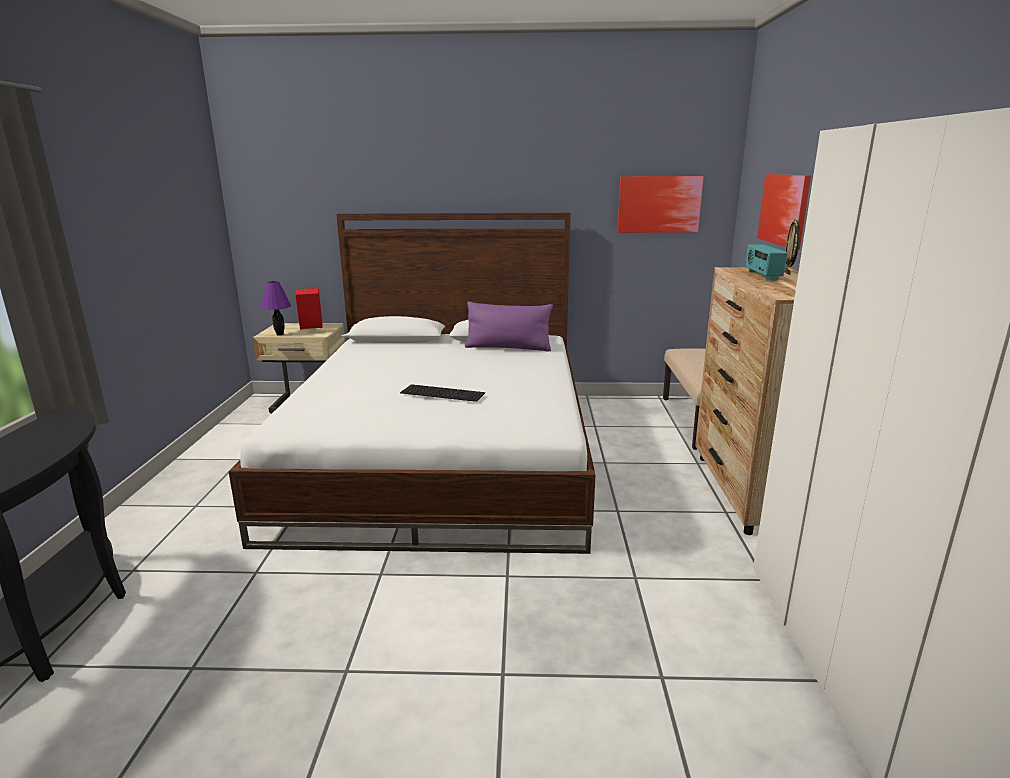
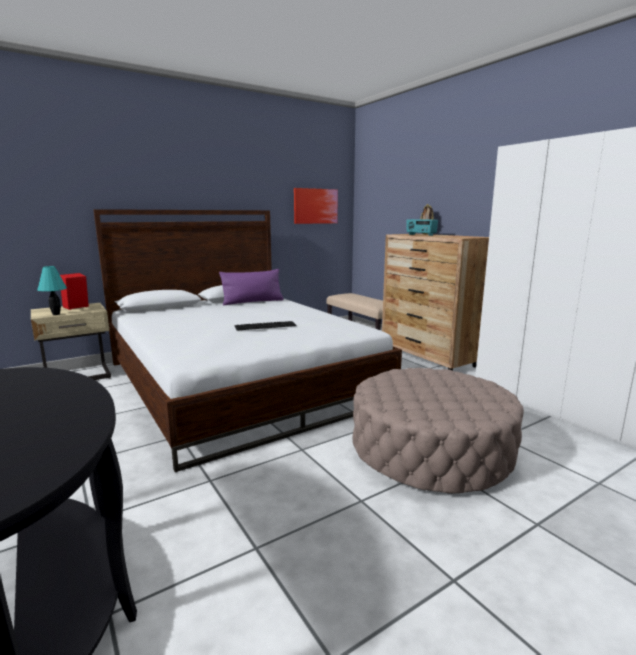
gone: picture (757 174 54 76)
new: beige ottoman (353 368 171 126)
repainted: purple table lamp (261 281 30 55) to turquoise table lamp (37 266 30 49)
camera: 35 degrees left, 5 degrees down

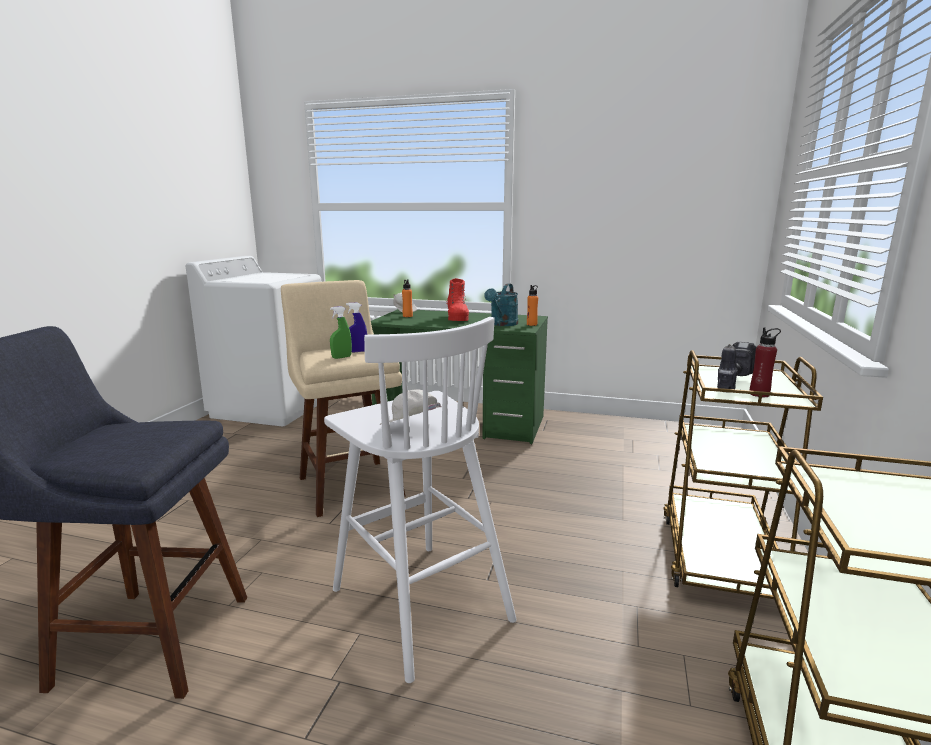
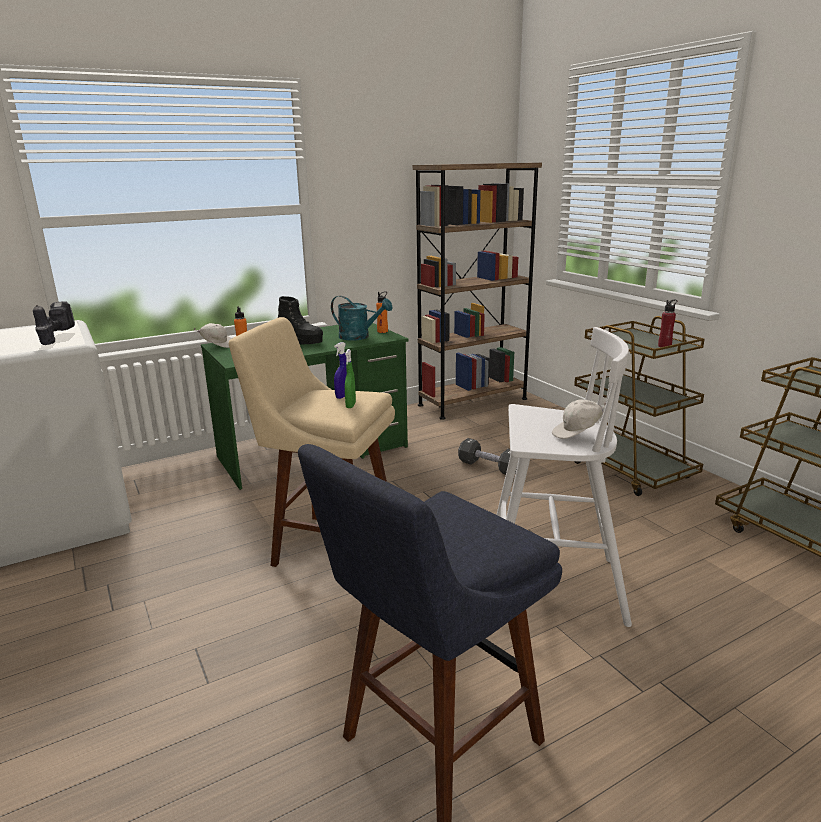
new: brown bookcase (413 163 129 257); black dumbbell (458 438 59 37)
shifted: power drill (717 341 39 48) to (33 301 42 44)
repainted: red boot (446 278 23 43) to black boot (278 296 45 49)
rotated: turquoise watering can (484 283 34 43) = (331 296 62 44) 45 degrees counterclockwise
camera: 45 degrees left, 5 degrees up

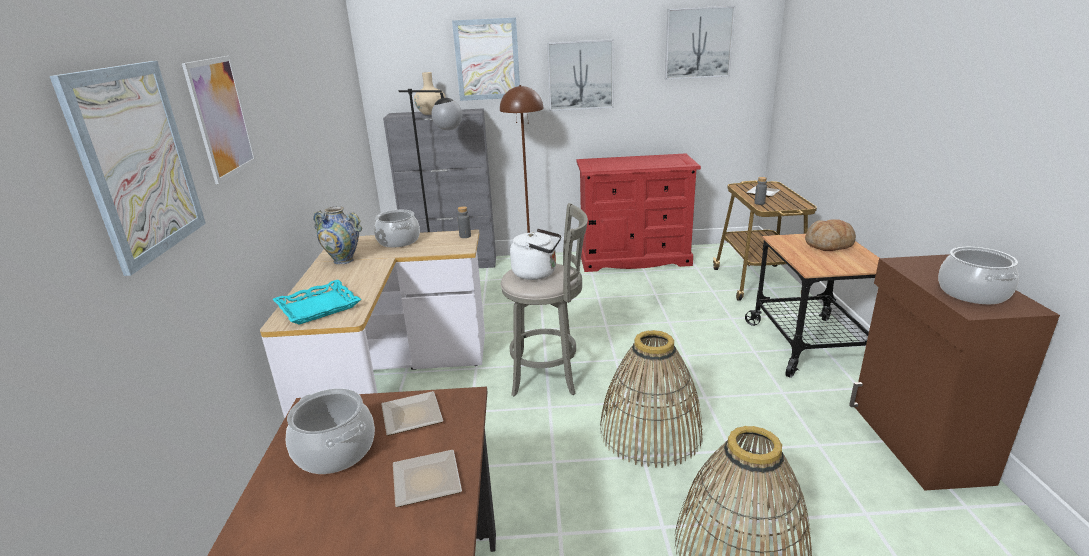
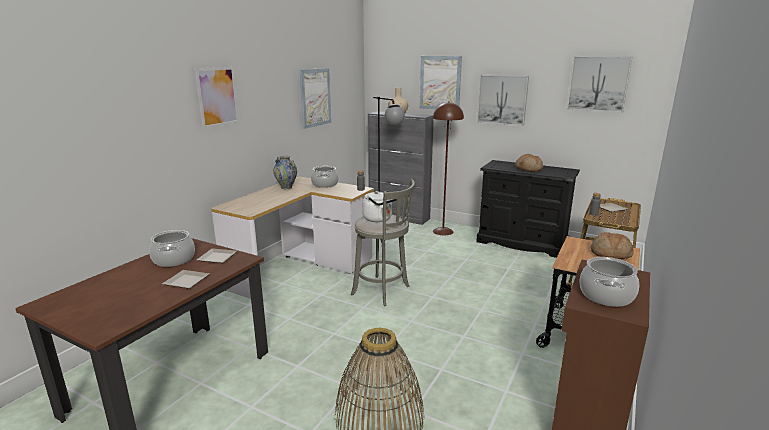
gone: turquoise tray (273 280 88 45); basket (600 330 103 138)
new: bread (515 154 28 18)
shifted: picture (50 61 156 215) to (300 68 31 61)
repainted: red dresser (576 153 125 119) to black dresser (476 160 104 98)
camera: 30 degrees right, 5 degrees down

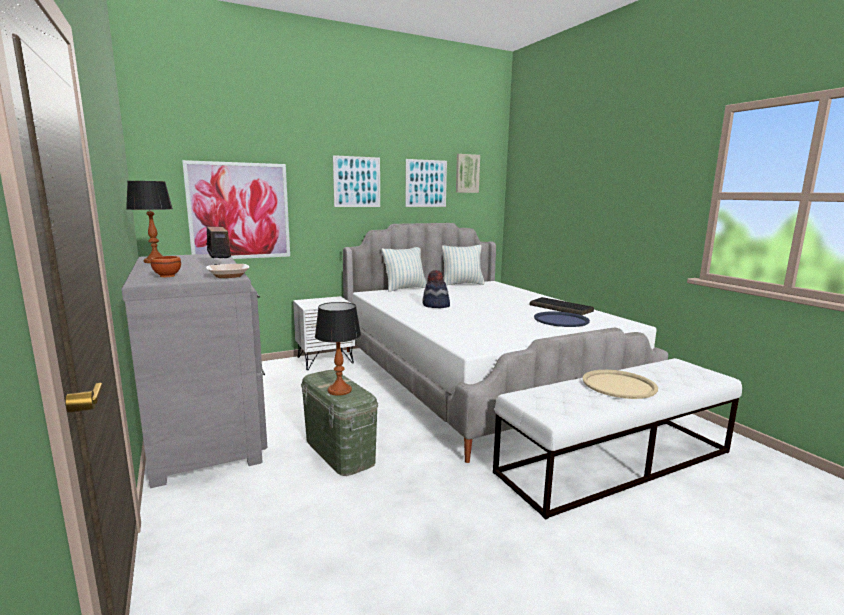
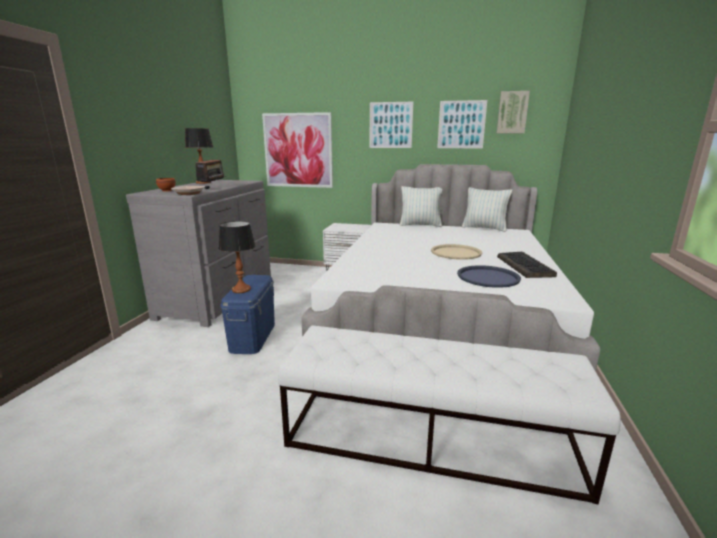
gone: hat (422 270 28 38)
shifted: beige tray (583 370 75 29) to (431 244 51 16)
repainted: green storage box (301 370 77 106) to blue storage box (220 275 55 79)
camera: 40 degrees right, 5 degrees up

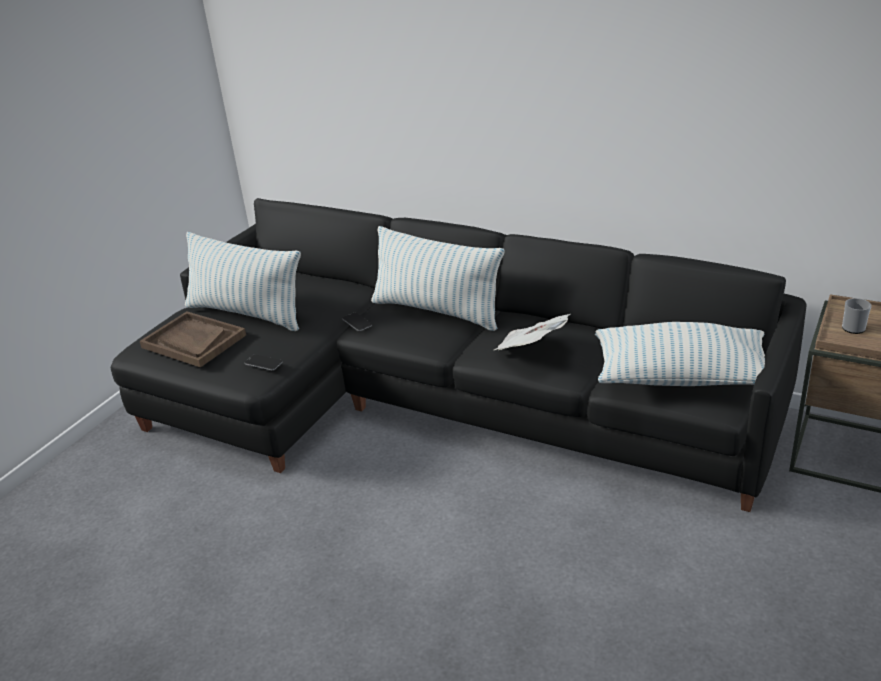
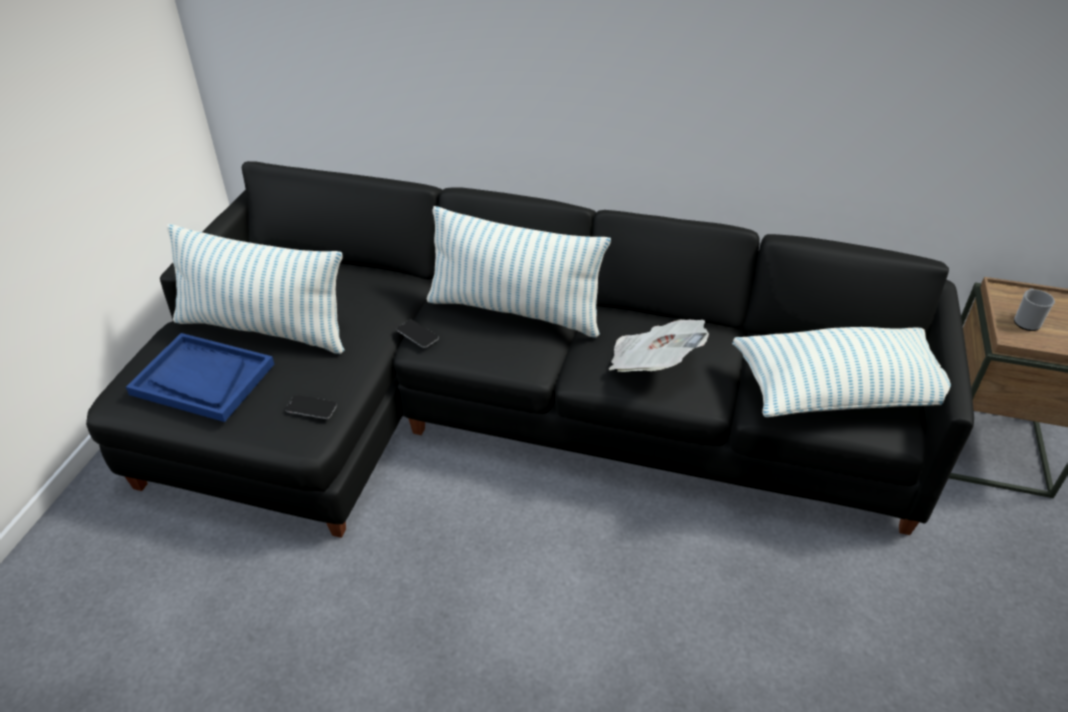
repainted: brown tray (140 311 106 57) to blue tray (126 333 148 89)
camera: 15 degrees left, 10 degrees up

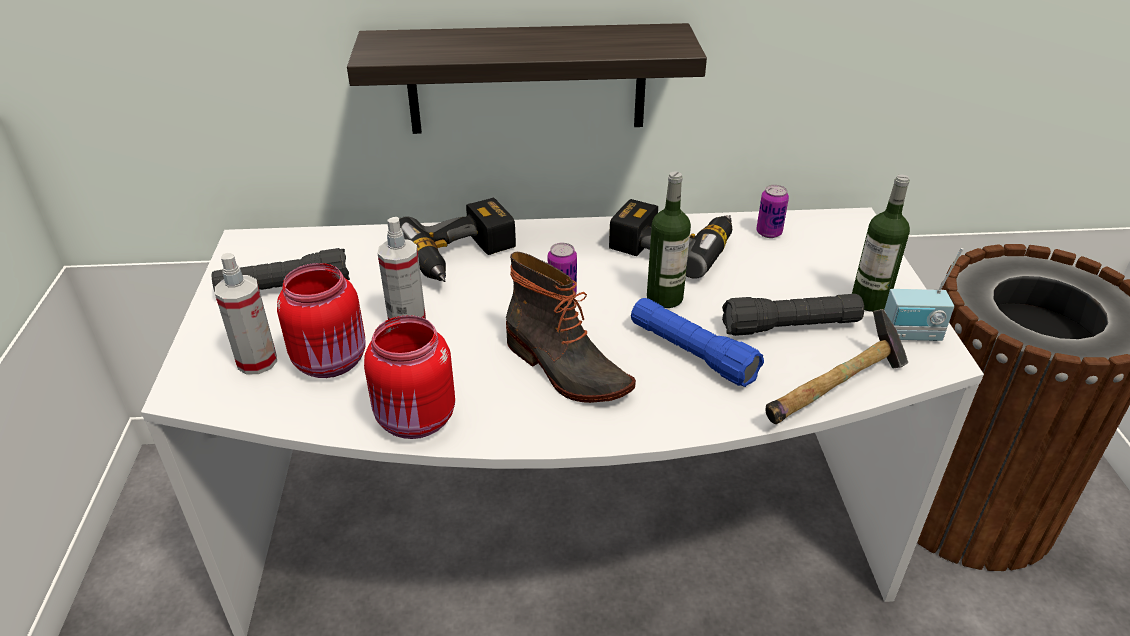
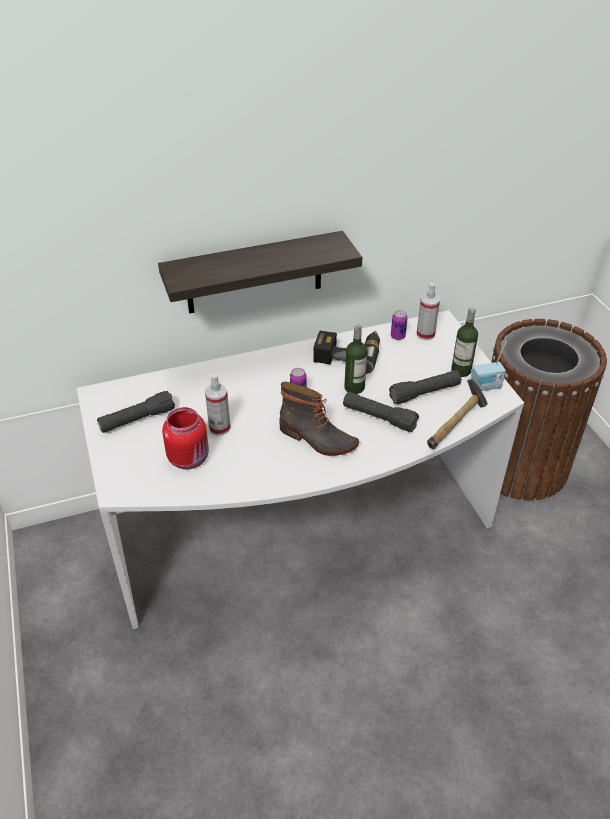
gone: power drill (399 198 117 84); red jar (364 315 91 124)
shifted: spray bottle (215 253 62 121) to (417 283 23 57)
repainted: blue flashlight (631 298 133 89) to black flashlight (343 392 76 40)
camera: 15 degrees left, 5 degrees up

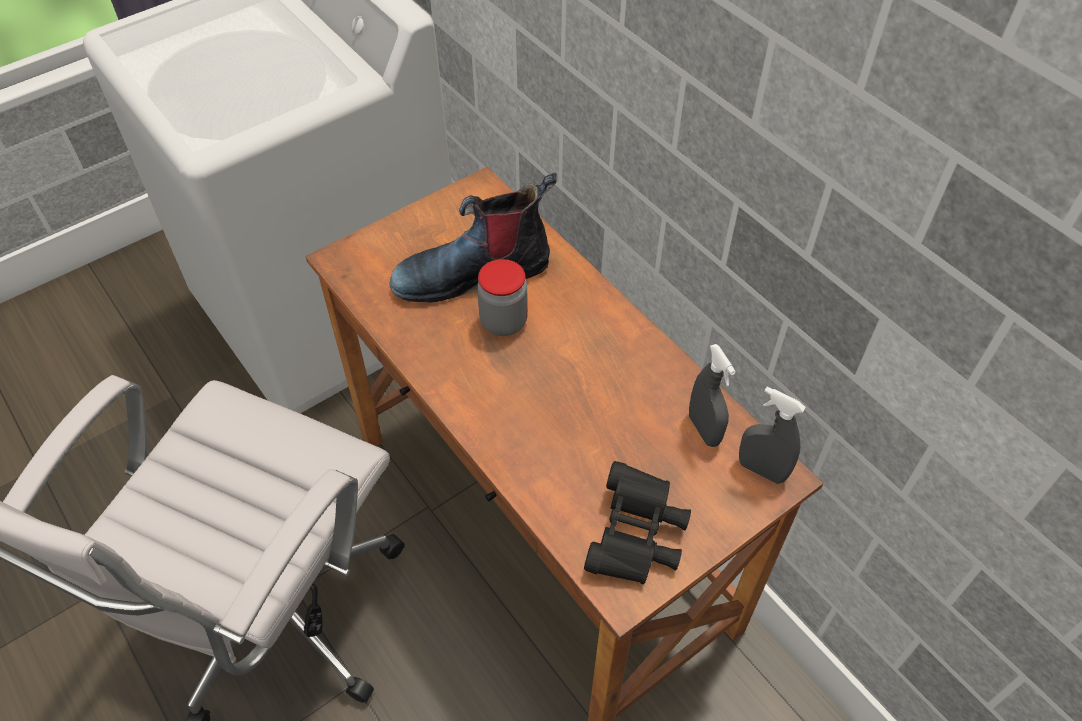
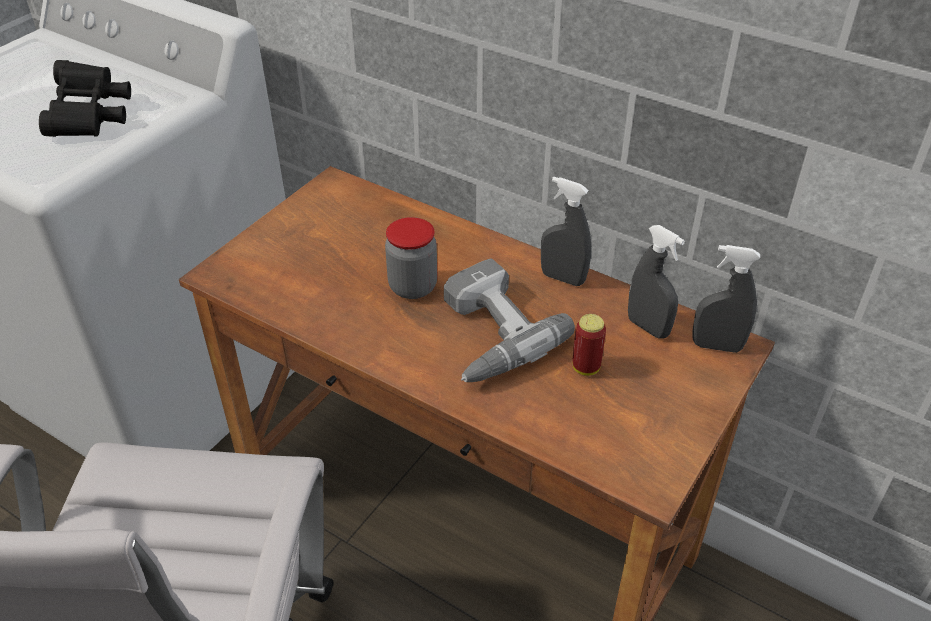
gone: boot (389 173 168 130)
new: grey spray bottle (541 176 50 110); power drill (444 259 131 123); can (572 314 34 62)
shifted: black binoculars (584 461 107 123) to (39 60 92 77)
camera: 20 degrees left, 10 degrees down

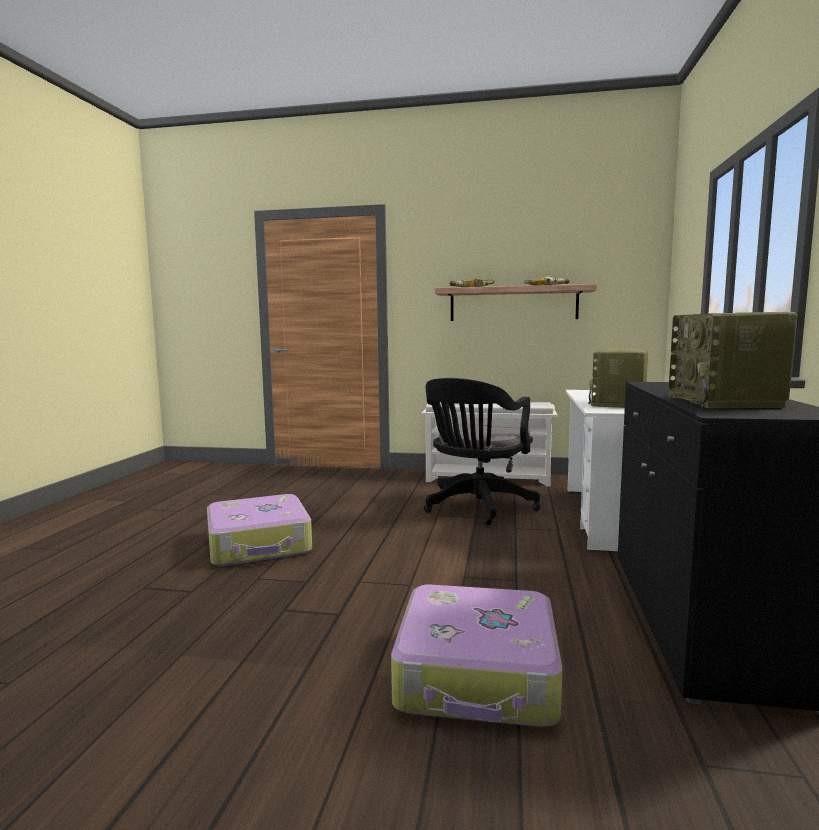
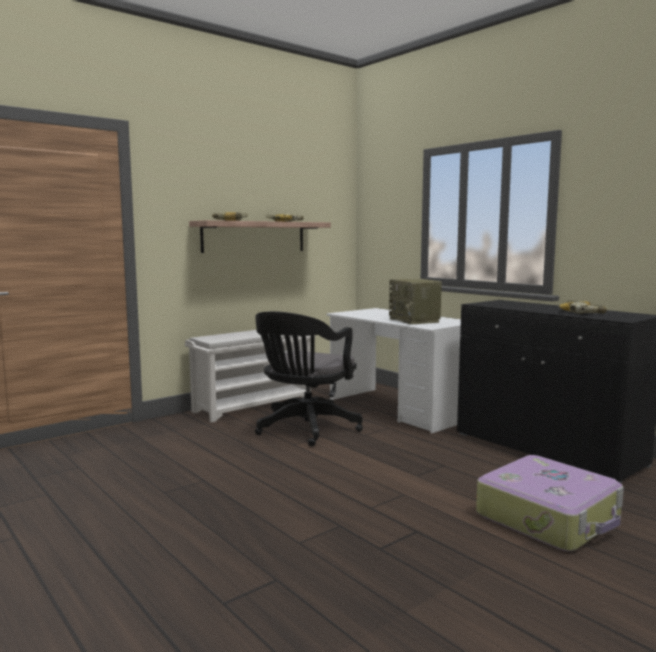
gone: suitcase (207 494 105 72)
swapped: radio (669 312 128 96) to power drill (559 300 48 14)
rotated: black office chair (424 378 117 148) = (255 311 108 135) 45 degrees clockwise
camera: 50 degrees left, 0 degrees up

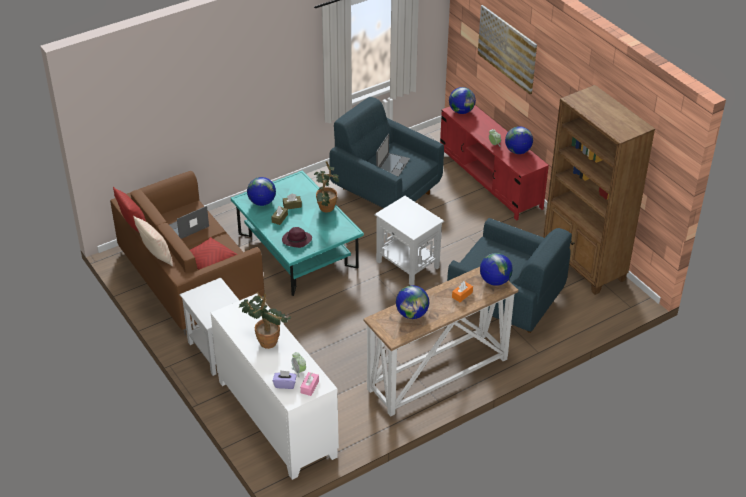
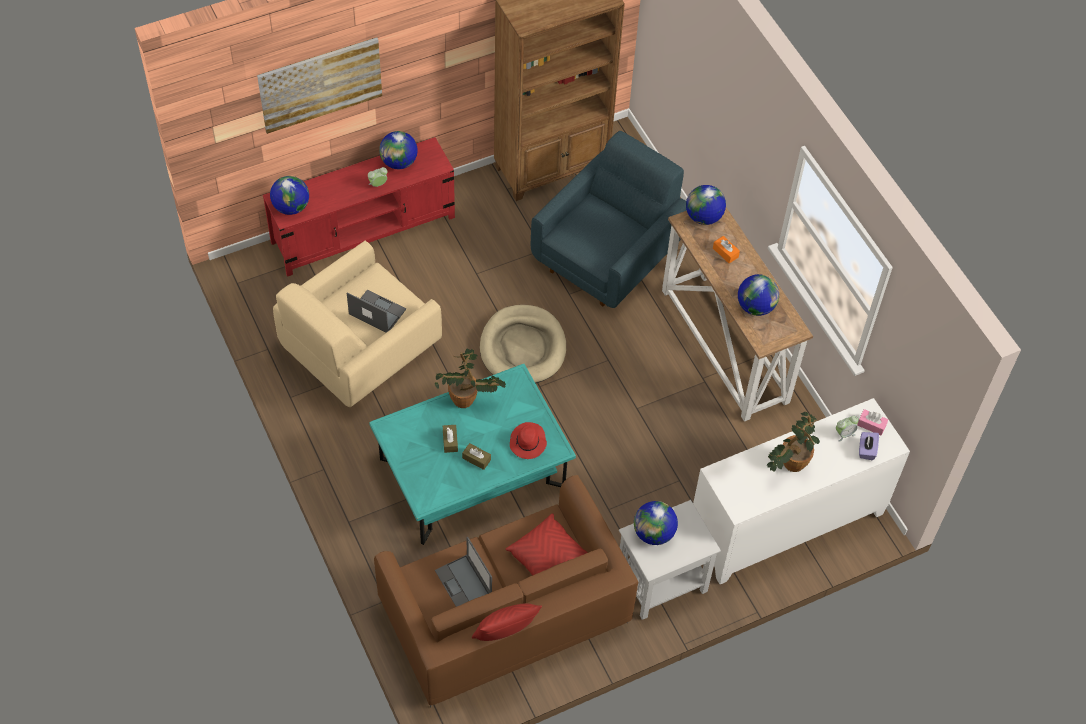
gone: beige pillow (133 215 40 51)
shifted: globe (247 177 29 29) to (634 501 44 44)
swapped: white side table (374 196 70 89) to beige dog bed (480 305 86 78)
repainted: blue armchair (329 97 115 111) to beige armchair (273 240 169 167); purple hat (282 227 30 21) to red hat (510 422 37 37)
camera: 85 degrees left, 15 degrees up

